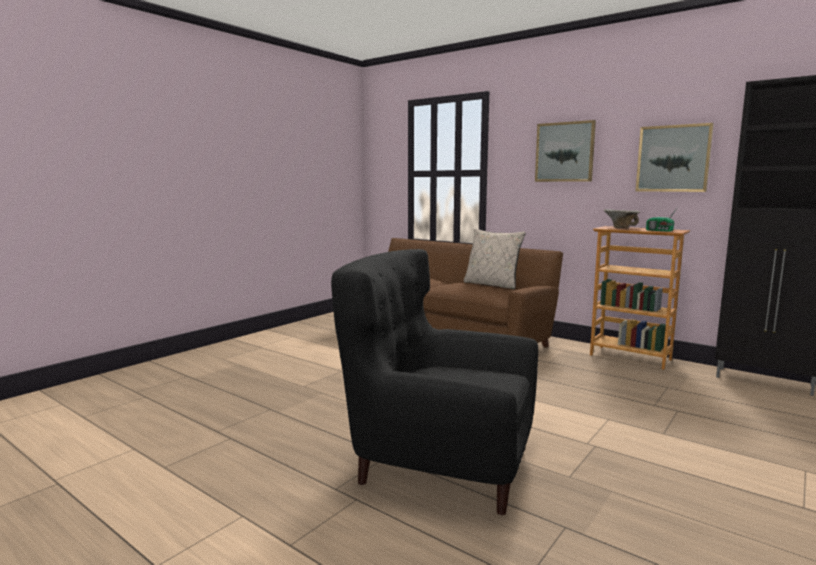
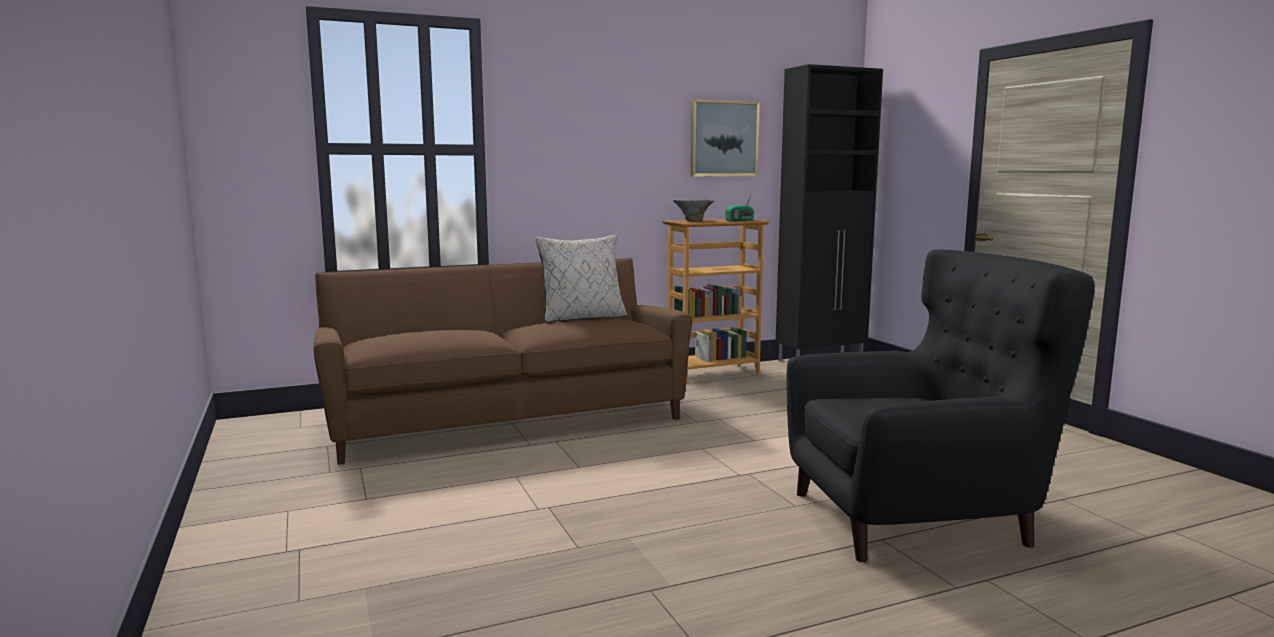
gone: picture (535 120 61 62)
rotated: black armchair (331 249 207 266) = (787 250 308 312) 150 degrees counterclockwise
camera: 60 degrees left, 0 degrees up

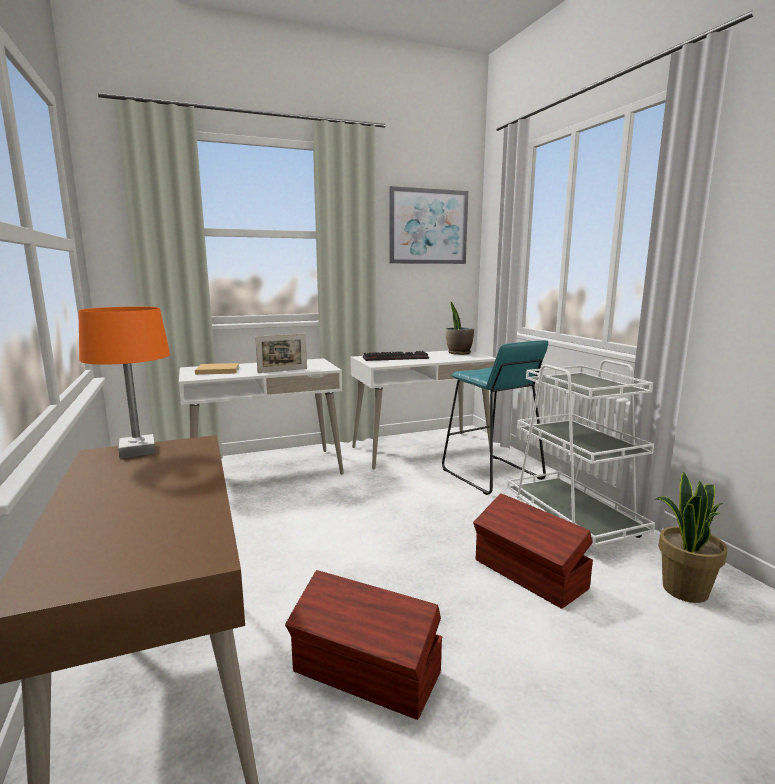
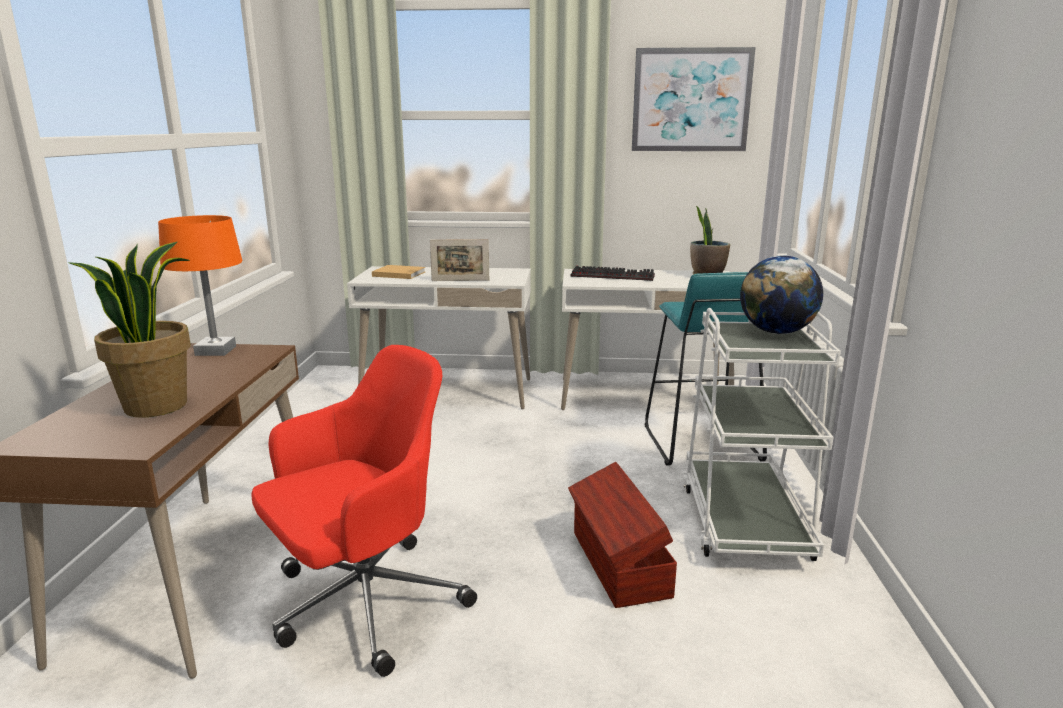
new: globe (740 256 83 78)
shifted: potted plant (655 472 73 131) to (69 242 122 176)
swapped: brown storage box (285 570 157 150) to red office chair (252 345 225 332)
camera: 25 degrees right, 5 degrees up

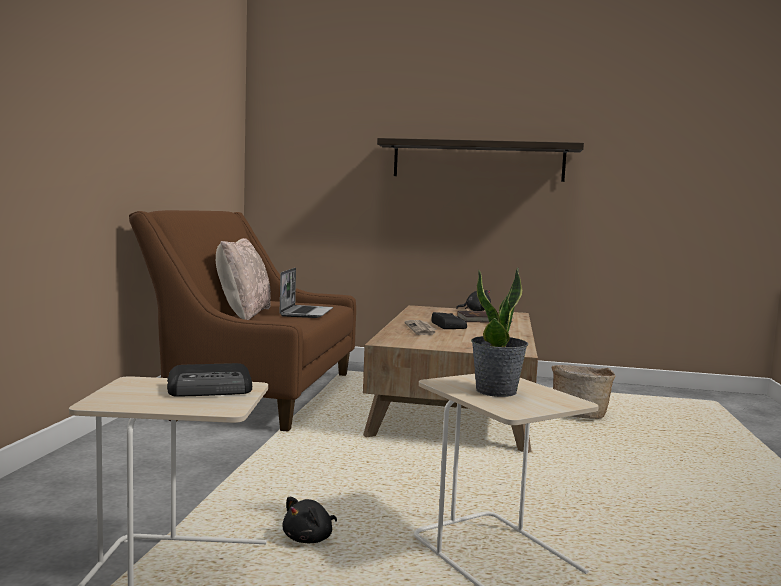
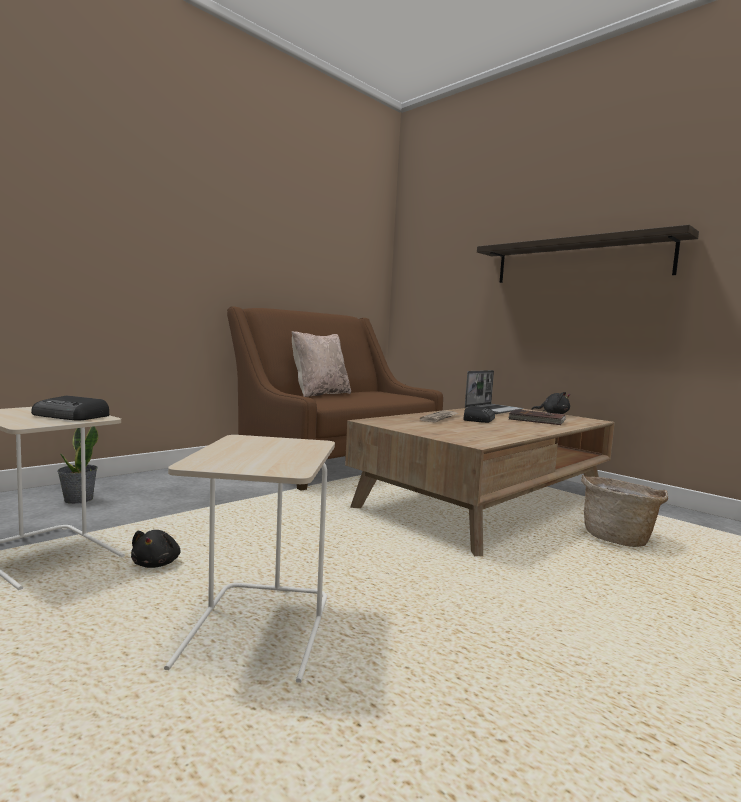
shifted: potted plant (471 267 57 130) to (57 426 42 78); laptop (280 268 53 50) to (465 370 58 44)
rotated: black plush toy (282 497 55 46) = (131 530 49 38) 75 degrees counterclockwise
camera: 35 degrees right, 0 degrees up

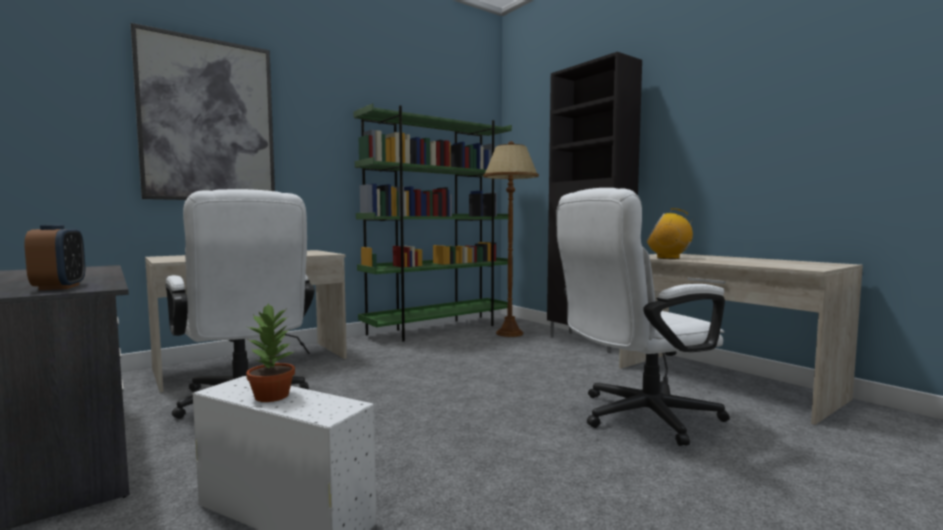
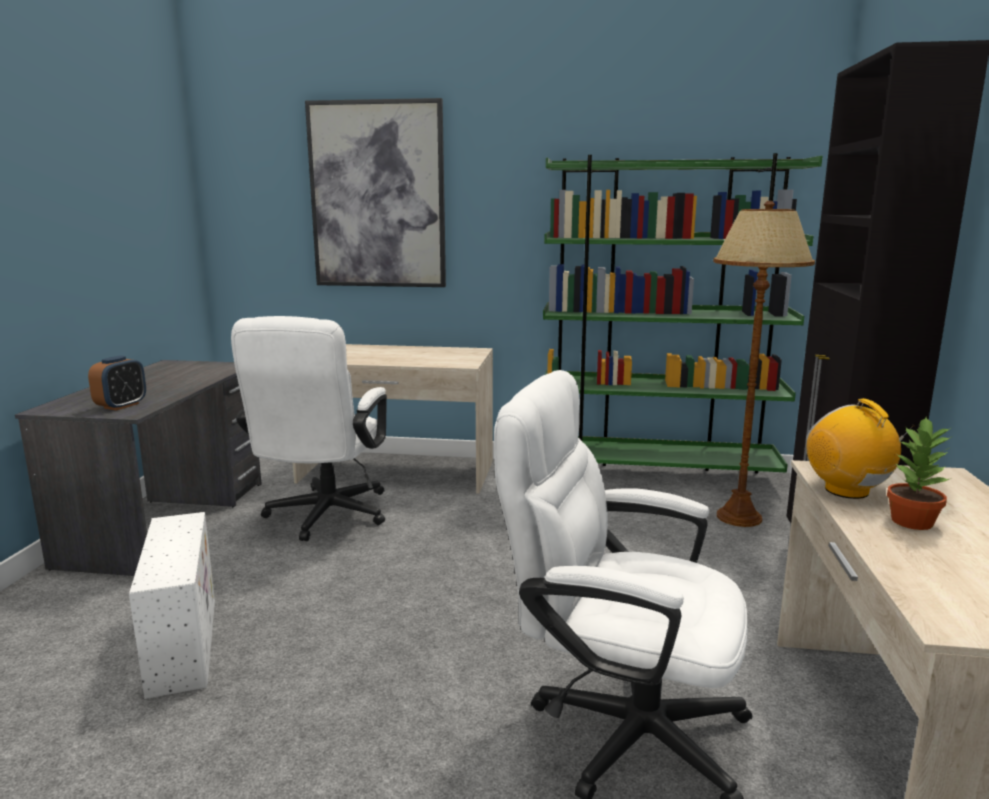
shifted: potted plant (246 303 49 99) to (887 417 65 113)
camera: 45 degrees right, 10 degrees up

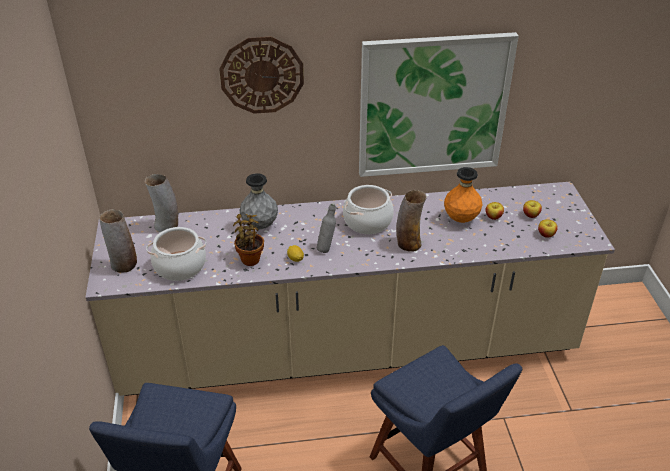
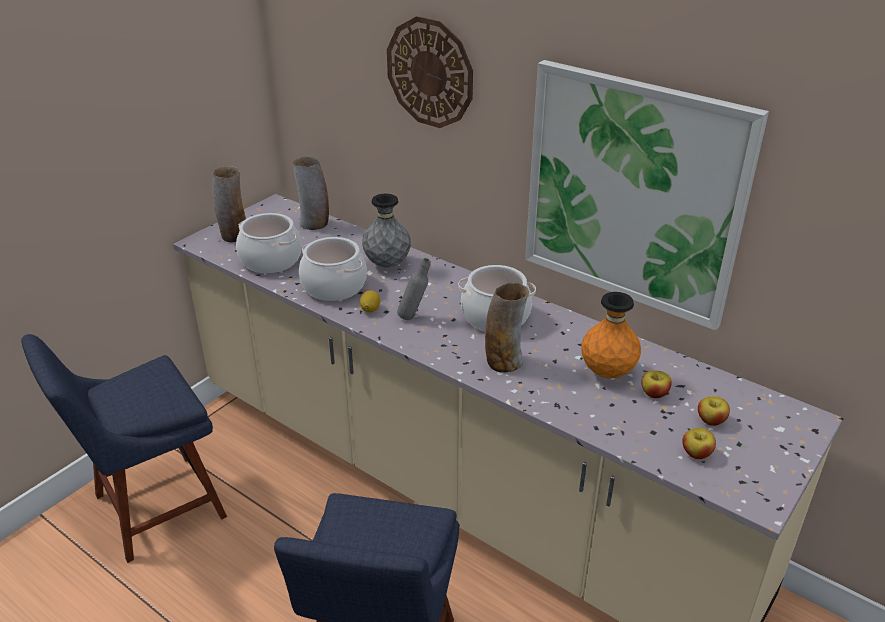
swapped: potted plant (233 214 31 52) to cooking pot (299 237 68 64)
camera: 45 degrees right, 5 degrees down

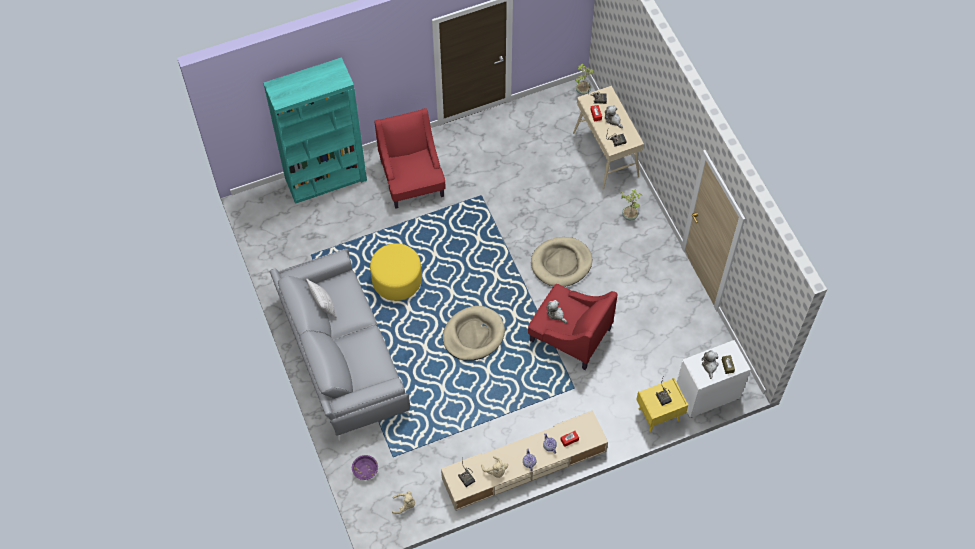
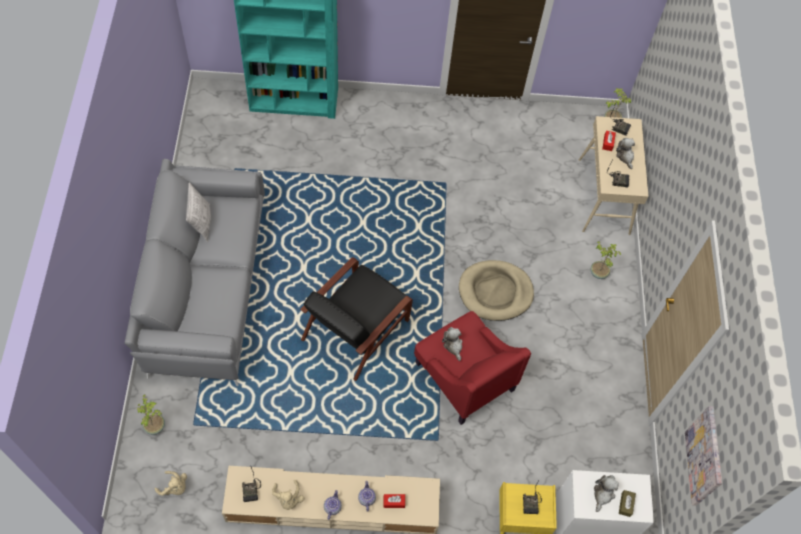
gone: red armchair (374 108 72 101); yellow ottoman (370 243 52 58)
new: picture (685 406 37 100)
swapped: beige dog bed (443 306 62 54) to black armchair (300 257 113 124); purple bowl (352 455 26 25) to potted plant (137 394 28 41)
camera: 20 degrees right, 0 degrees up

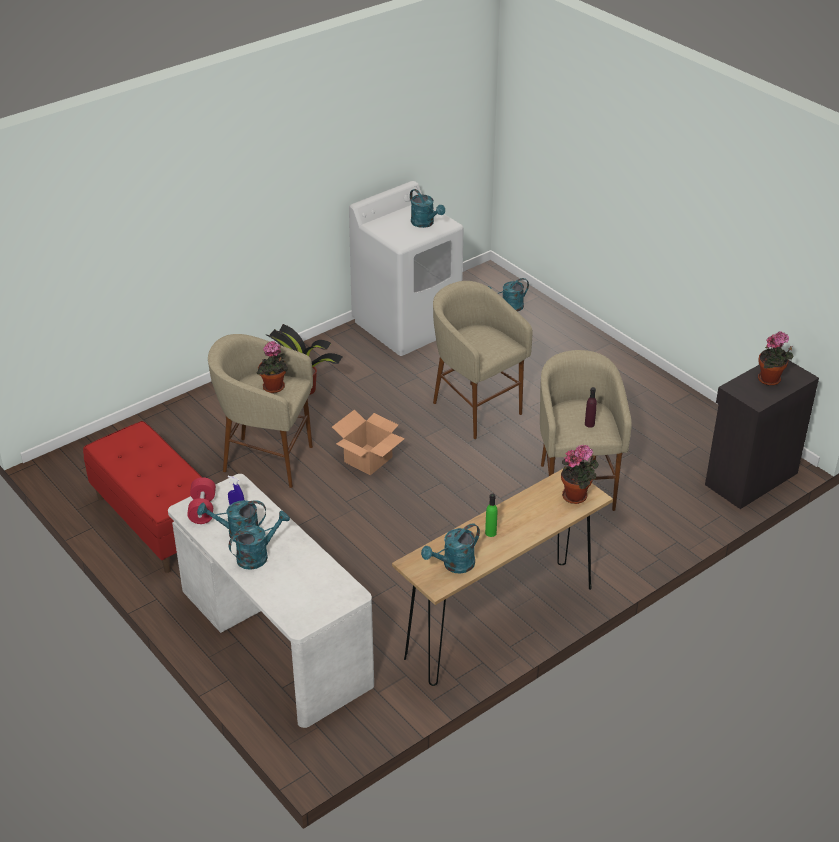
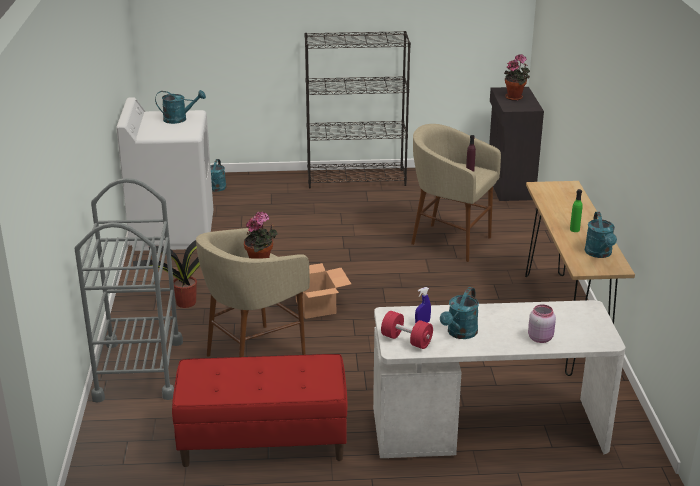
gone: beige stool (433 281 99 158); potted plant (561 445 38 59); turquoise watering can (229 511 61 59)
new: black bookcase (305 31 106 157); grey cart (75 178 108 225); pink jar (528 304 28 39)
camera: 55 degrees left, 10 degrees down

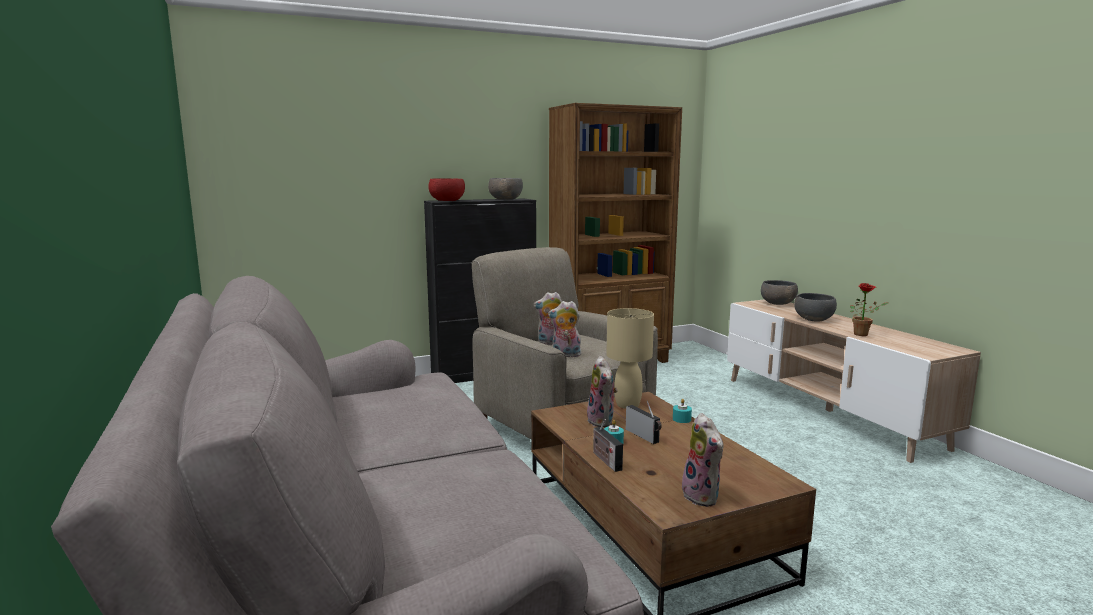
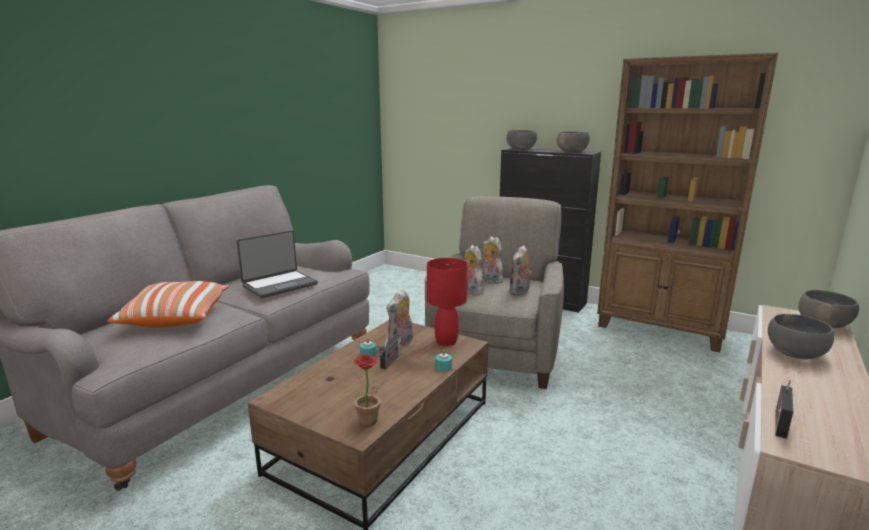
new: laptop (236 230 82 68); pillow (107 281 122 46)
shifted: potted plant (850 283 39 53) to (352 354 36 73); plush toy (682 413 41 94) to (510 245 22 50); radio (593 419 30 53) to (775 379 18 60)
repainted: red bowl (428 178 37 23) to grey bowl (506 130 31 20); beige table lamp (606 308 48 101) to red table lamp (427 258 41 88)
camera: 55 degrees right, 5 degrees up

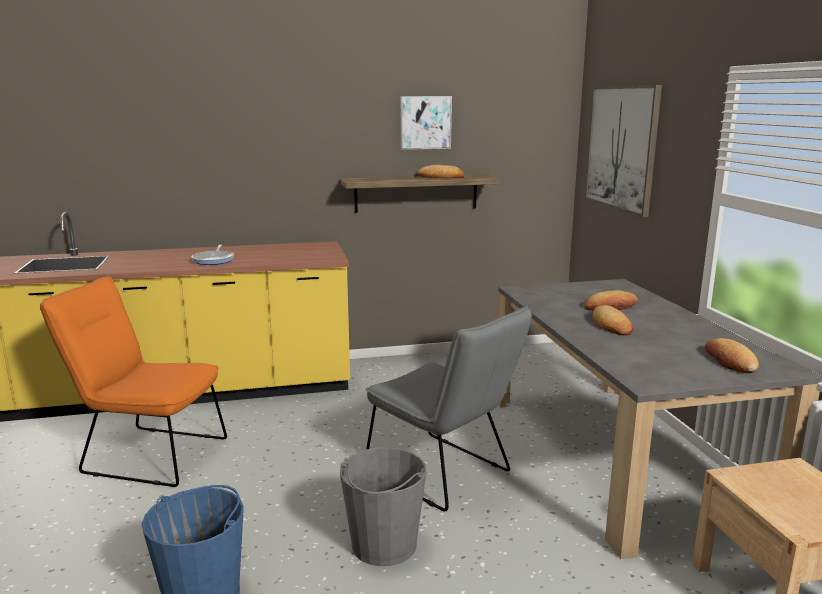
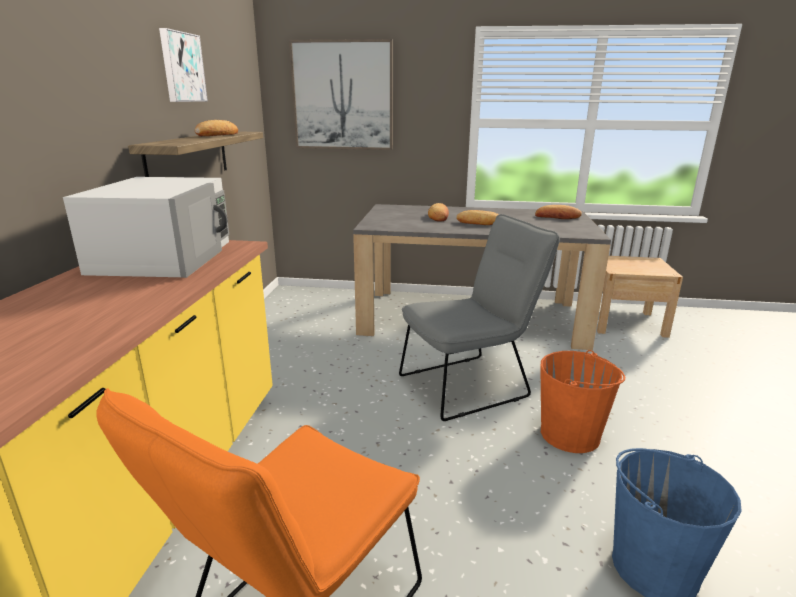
gone: frying pan (191 245 43 20)
new: white microwave (63 177 166 101)
repainted: grey bucket (340 447 87 119) to orange bucket (540 350 85 103)
camera: 70 degrees left, 5 degrees up

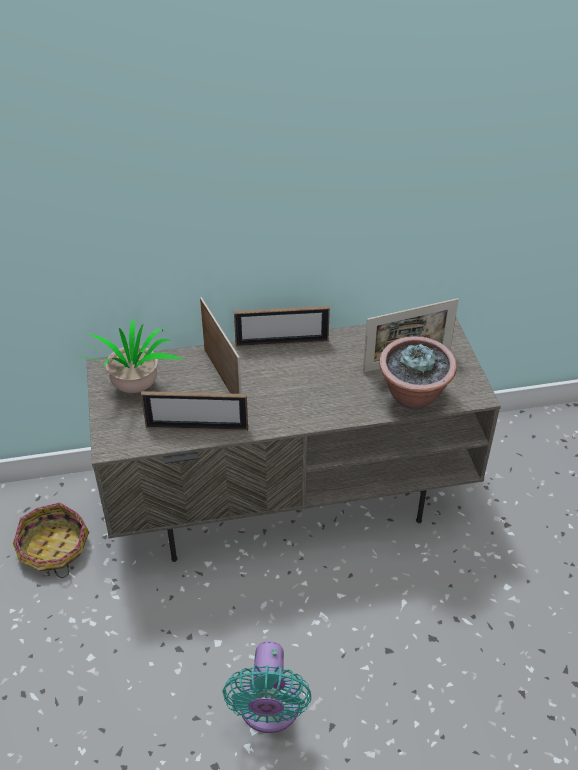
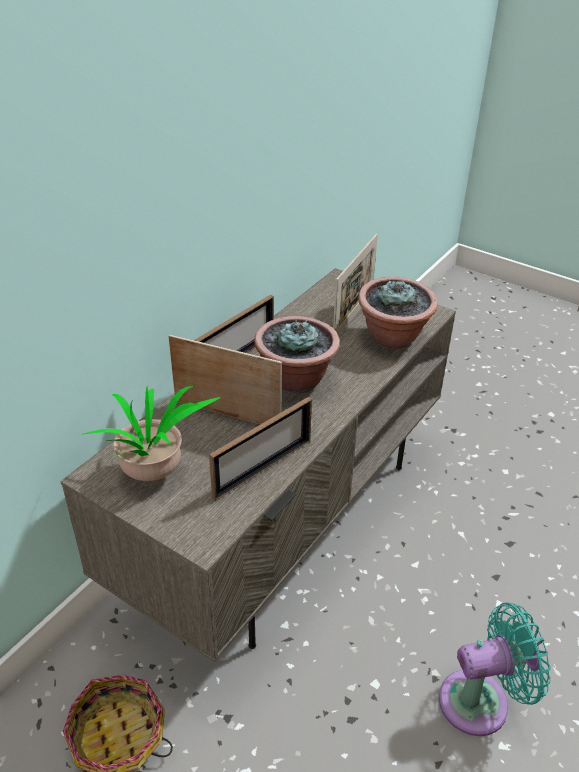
new: potted plant (254 316 86 78)
rotated: turquoise fan (222 641 89 92) = (439 602 112 134) 60 degrees counterclockwise
camera: 45 degrees left, 5 degrees down

